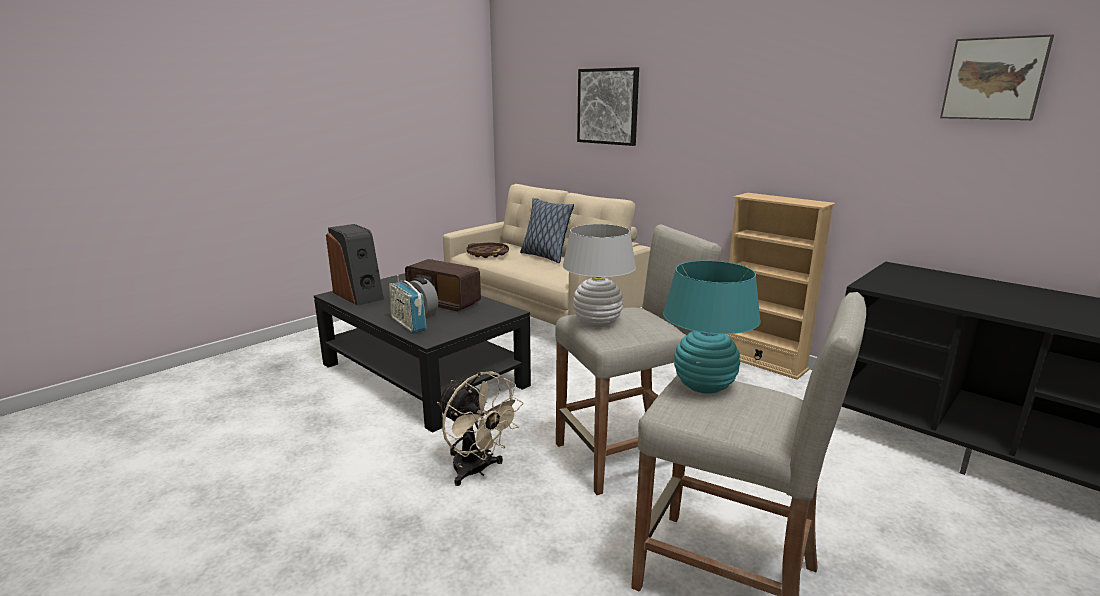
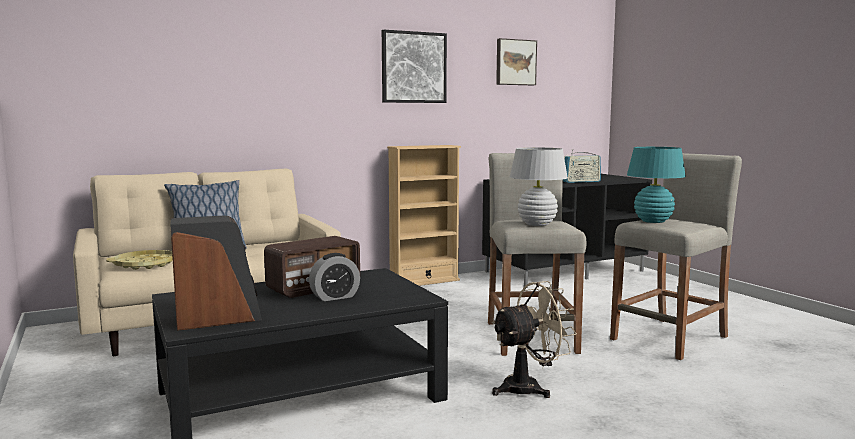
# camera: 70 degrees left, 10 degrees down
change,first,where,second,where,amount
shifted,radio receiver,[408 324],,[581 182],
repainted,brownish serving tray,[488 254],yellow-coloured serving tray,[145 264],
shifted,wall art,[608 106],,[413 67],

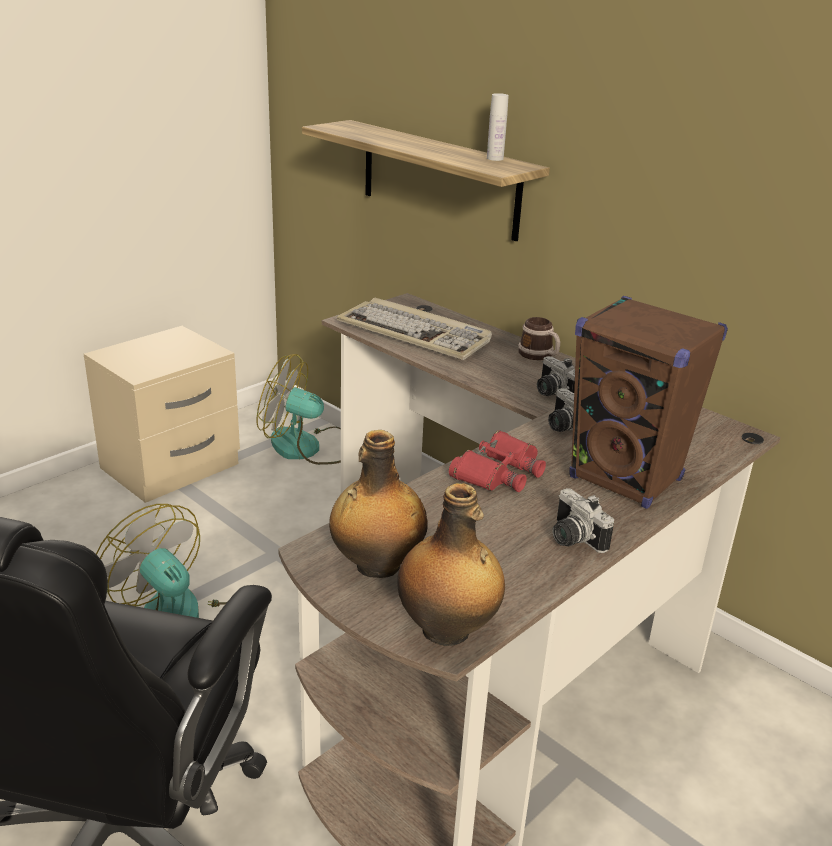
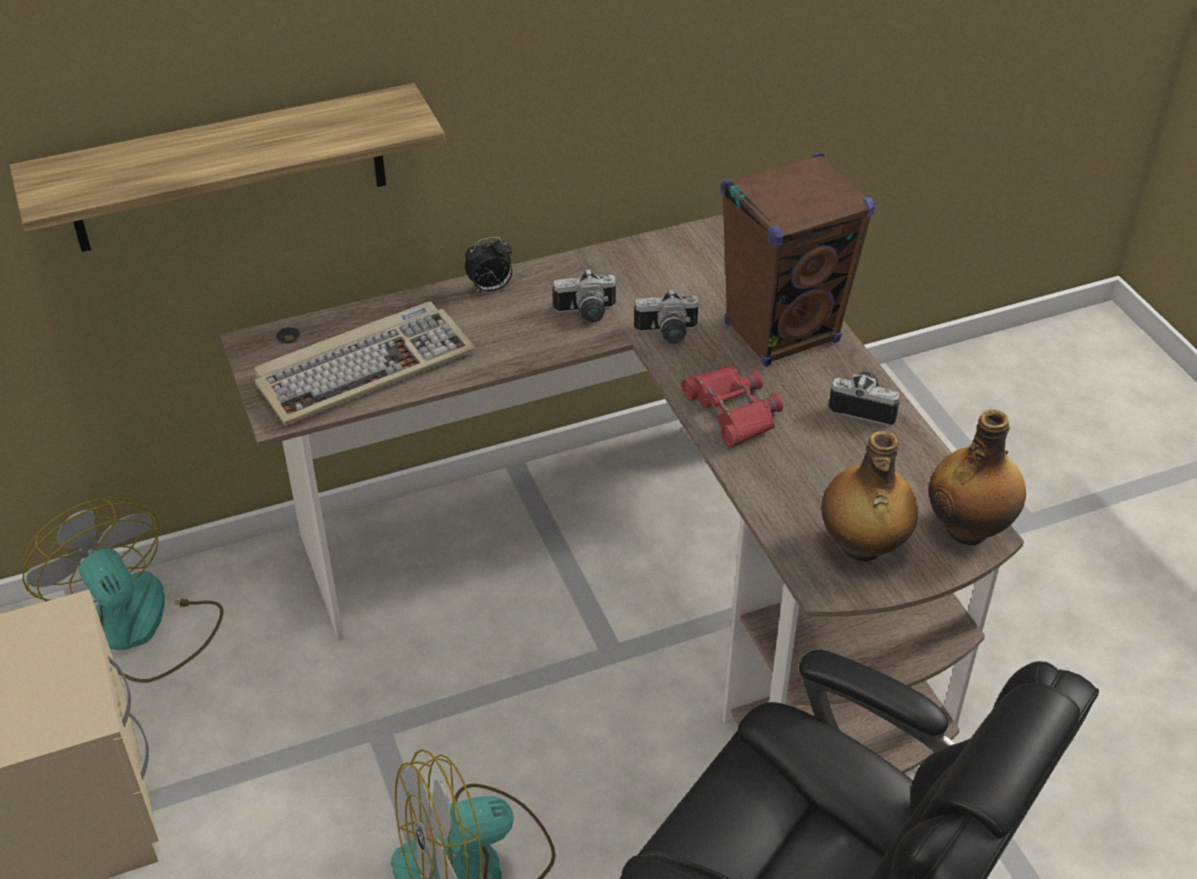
# camera: 65 degrees left, 15 degrees up
change,first,where,second,where,amount
rotated,electric fan,[307 447],,[140 628],105 degrees clockwise
gone,white-coloured drink bottle,[495 158],,,
swapped,mug,[539 355],table clock,[490 288],
rotated,photo camera,[572 538],,[865 406],150 degrees counterclockwise

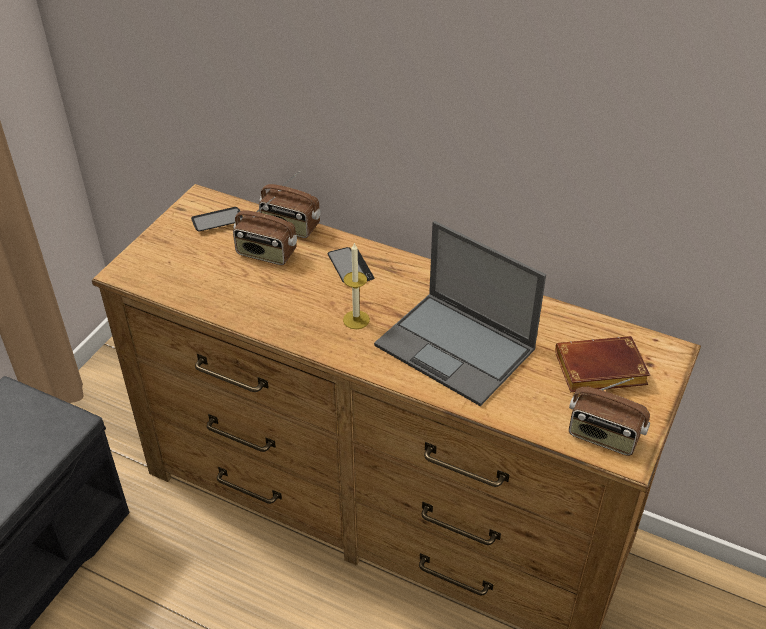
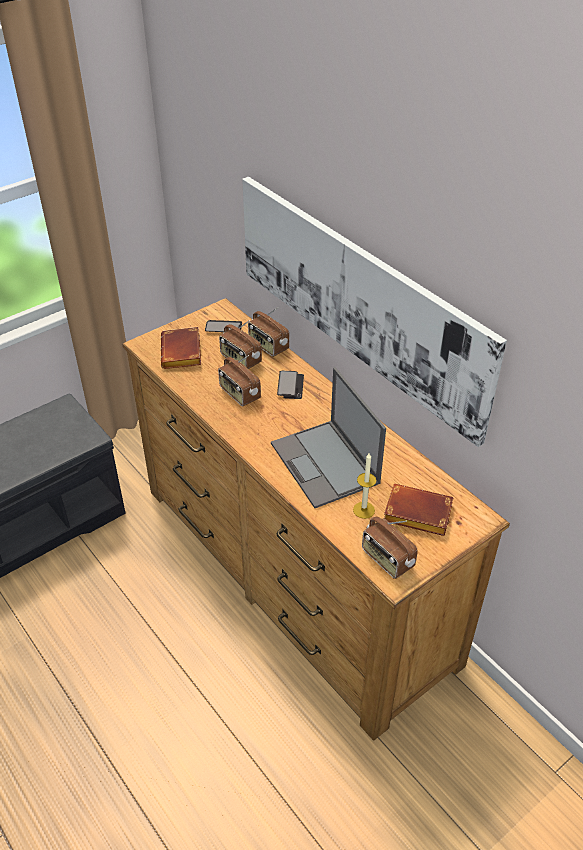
# camera: 25 degrees right, 0 degrees up
change,first,where,second,where,amount
shifted,wax candle,[356 320],,[363 510],
new,,,brownish bound book,[183 353],
new,,,radio receiver,[239 394],
new,,,wall art,[358 300],

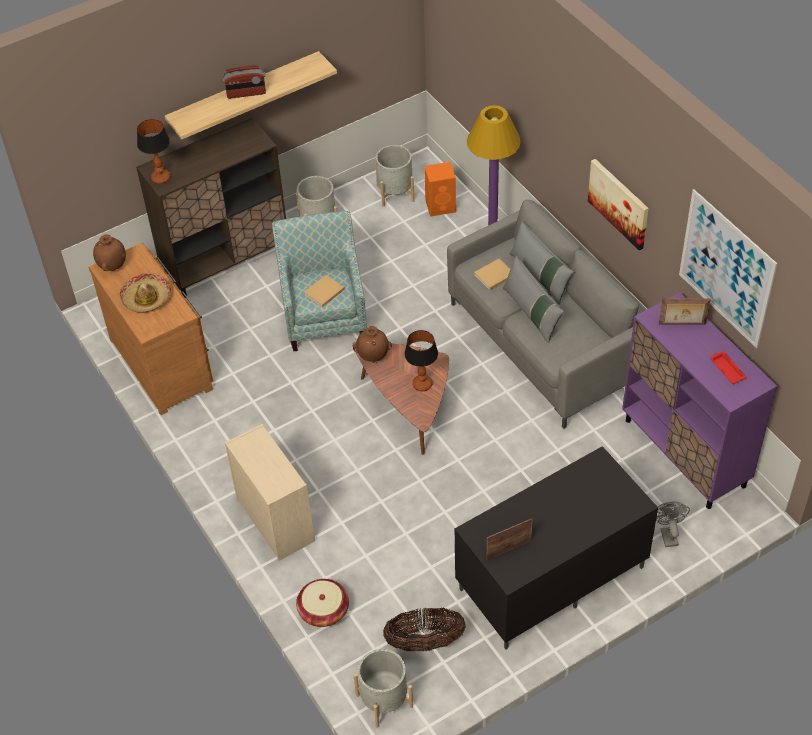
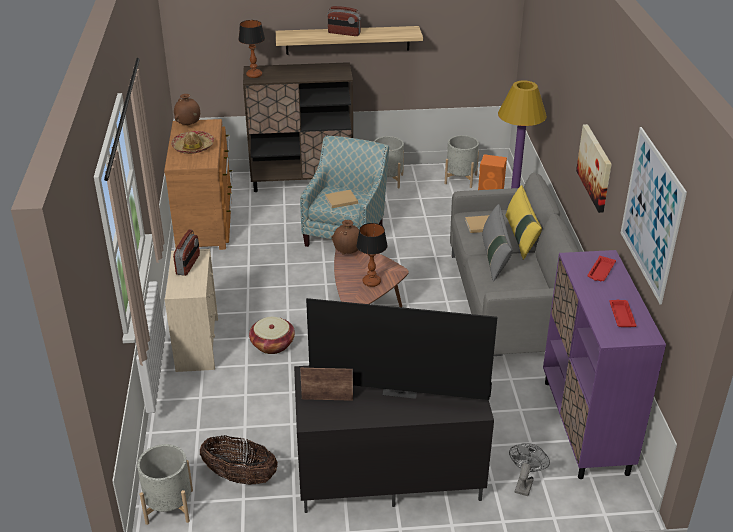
# camera: 25 degrees right, 15 degrees down
change,first,where,second,where,amount
shifted,storage basket,[323 610],,[272 344],
repainted,greyish pillow,[540 276],yellow-coloured pillow,[521 237],
swapped,picture frame,[682 324],red serving tray,[600 271],
new,,,radio receiver,[188 264],
new,,,TV set,[401 389],

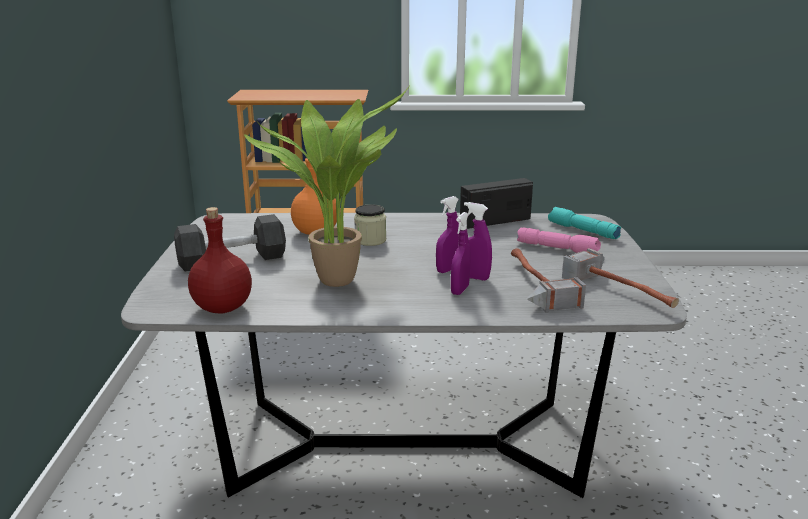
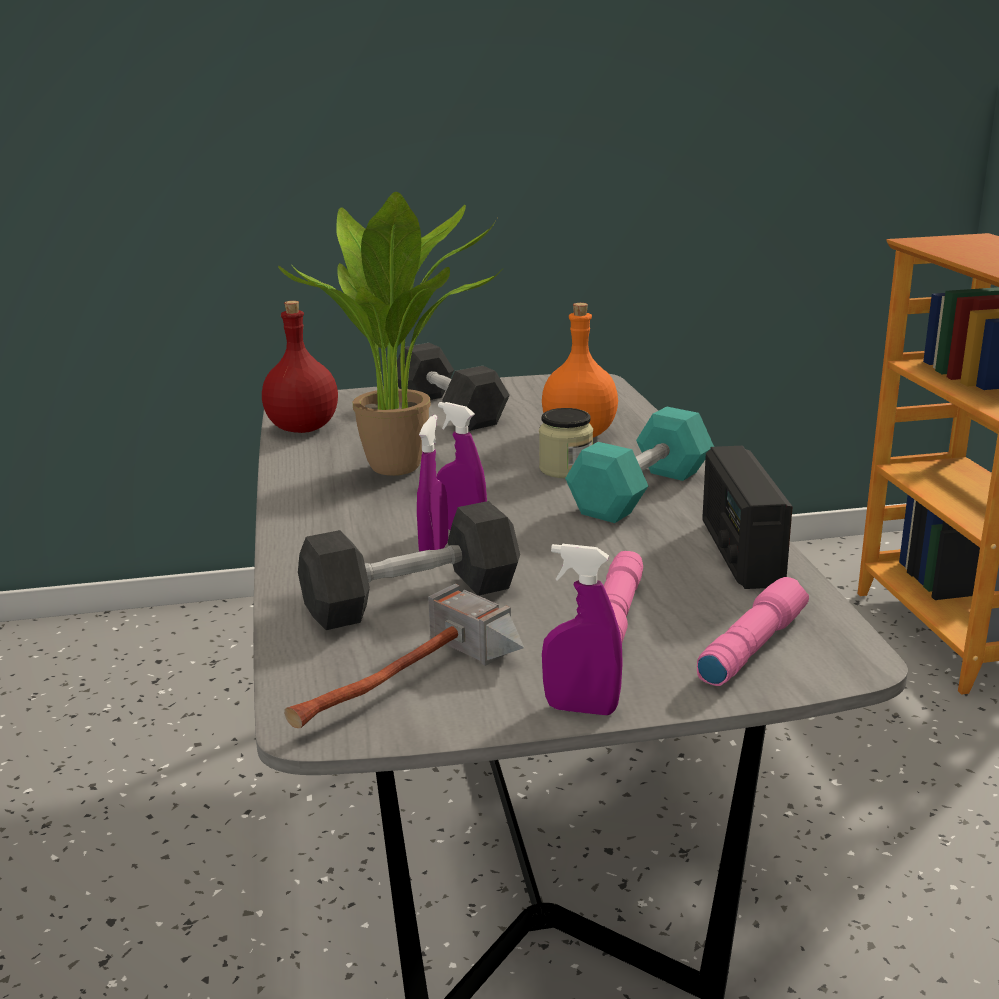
# camera: 80 degrees right, 0 degrees up
change,first,where,second,where,amount
shifted,purple spray bottle,[460 290],,[581 709],
rotated,radio receiver,[495 221],,[739 553],150 degrees counterclockwise
swapped,tool hammer,[531 285],greyish dumbbell,[412 599],
repainted,turquoise flashlight,[582 231],pinkish flashlight,[751 646],
new,,,turquoise dumbbell,[641 492],

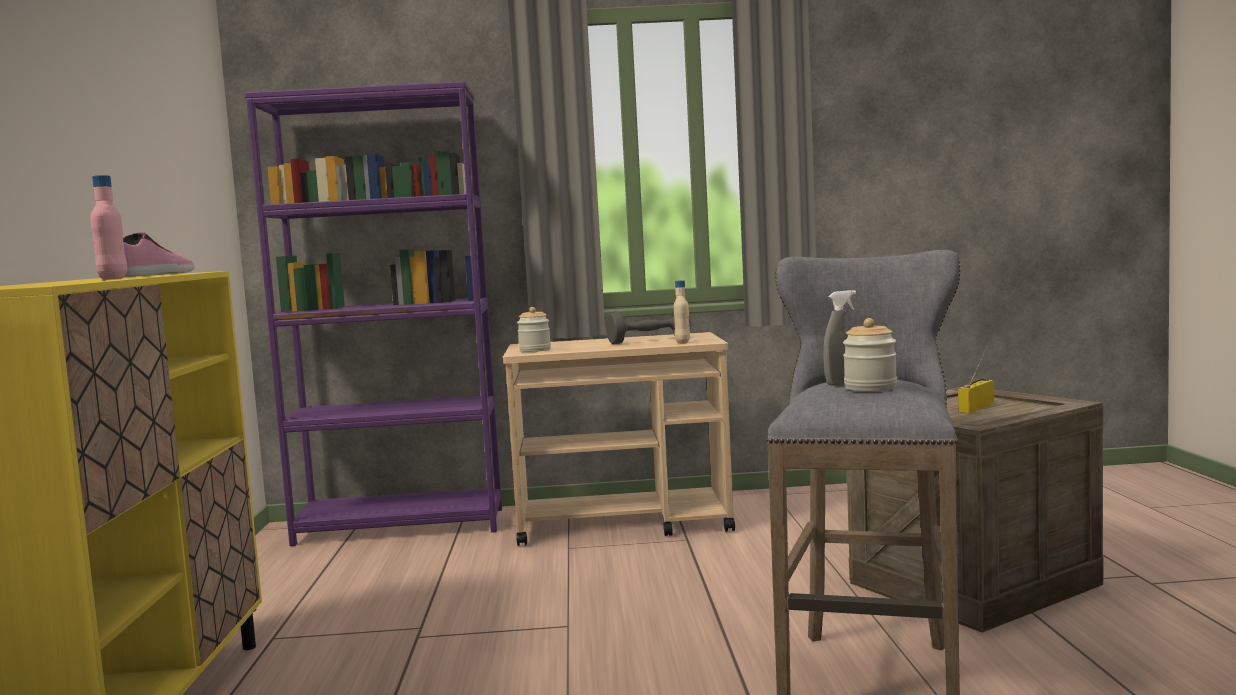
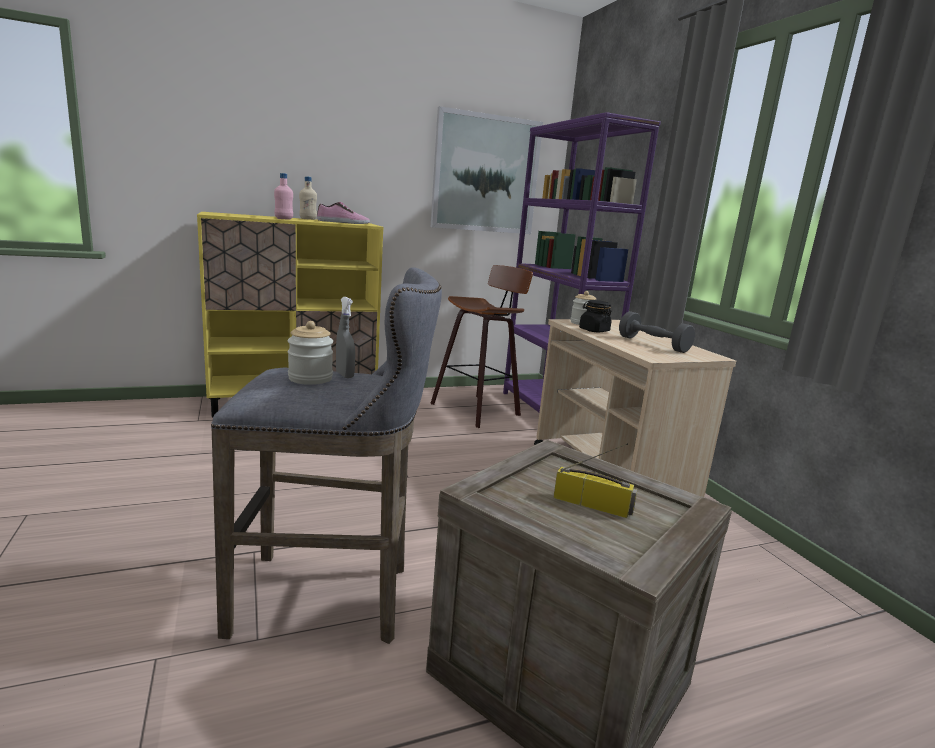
# camera: 70 degrees right, 10 degrees up
change,first,where,second,where,amount
shifted,beige drink bottle,[682 342],,[308 219],
new,,,stool,[478 409],
new,,,wall art,[486 174],
new,,,black storage jar,[594 330],

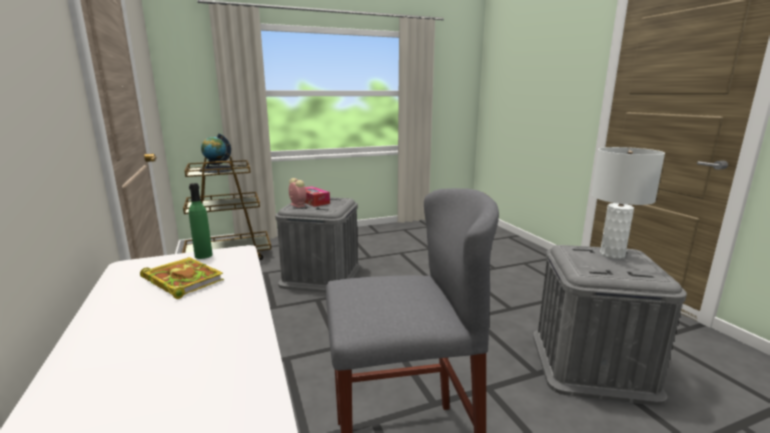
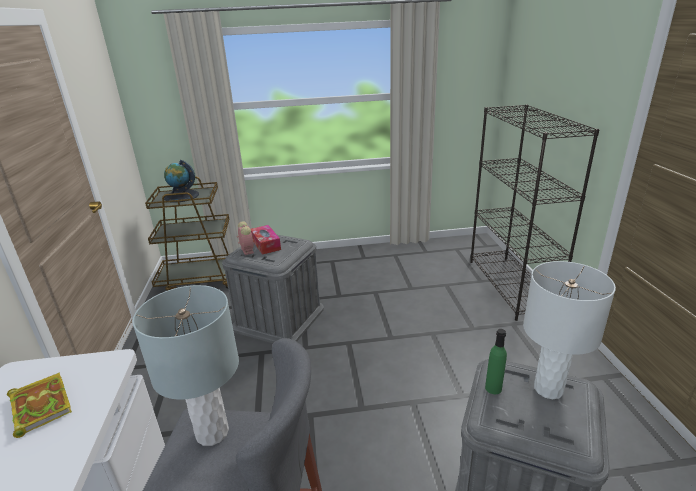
# camera: 15 degrees right, 10 degrees up
change,first,where,second,where,amount
shifted,green-coloured drink bottle,[203 255],,[493 388],
new,,,greyish lamp for a table,[213 432],
new,,,black shelving unit,[511 286],

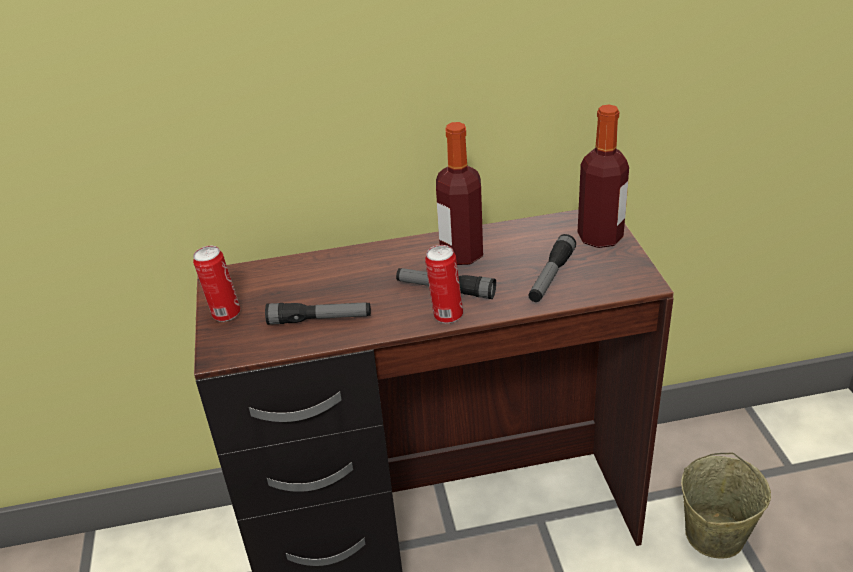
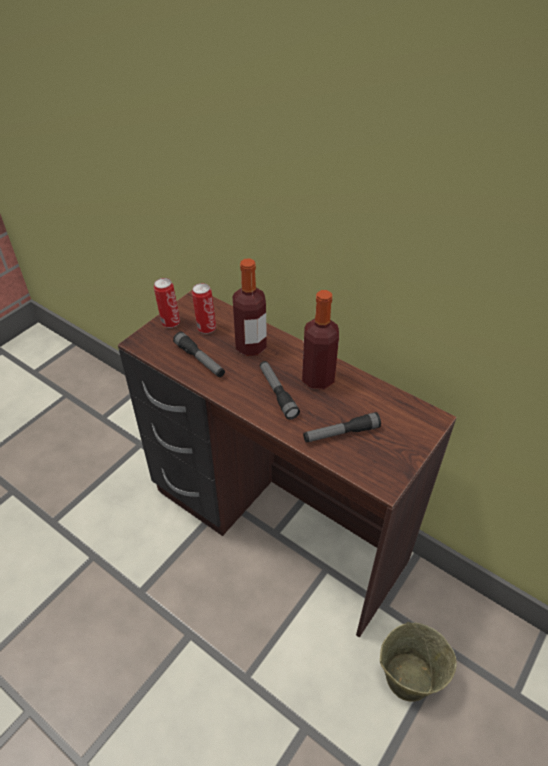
# camera: 45 degrees right, 10 degrees up
change,first,where,second,where,amount
shifted,can,[446 315],,[206 327],
shifted,drink bottle,[600 237],,[250 346],

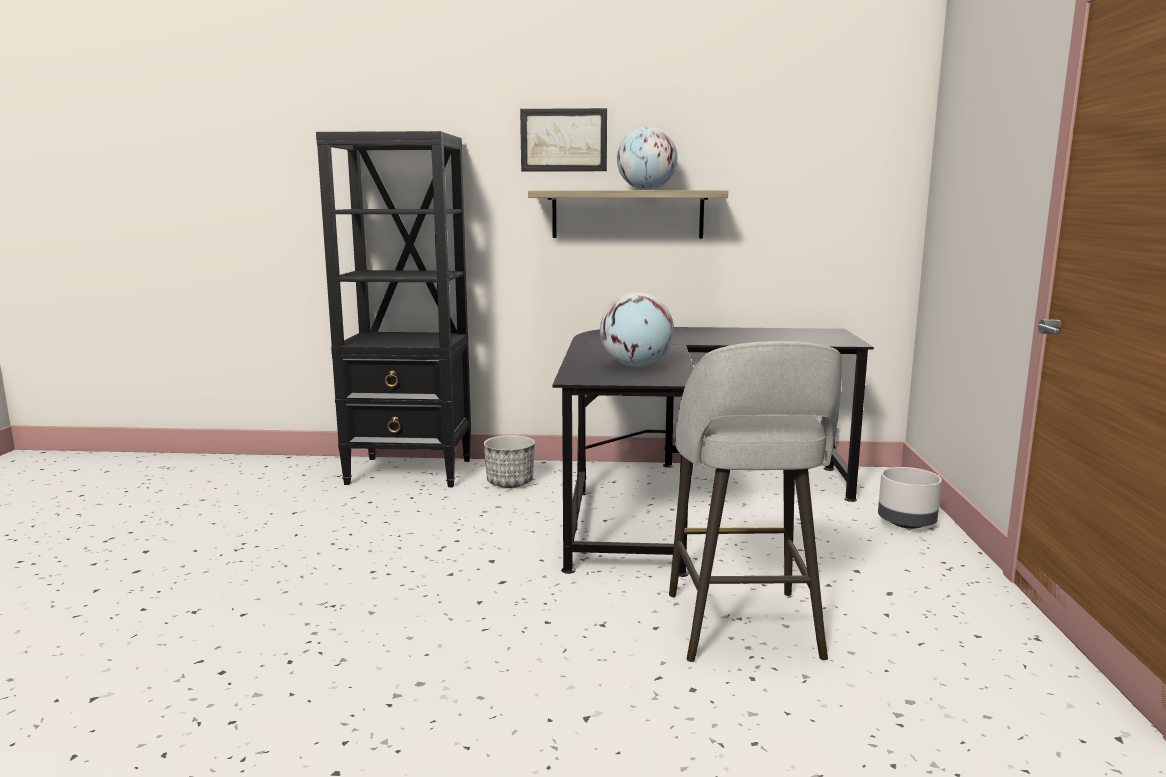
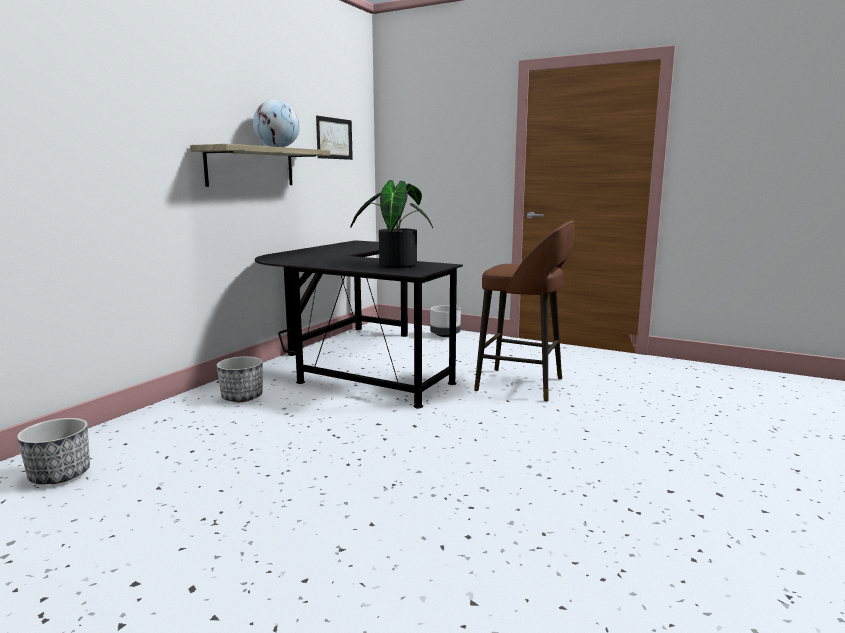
# camera: 65 degrees left, 0 degrees up
change,first,where,second,where,amount
gone,black shelving unit,[411 472],,,
shifted,wall art,[563 140],,[334 138],
swapped,world globe,[636 366],houseplant,[395 265],
repainted,greyish stool,[743 628],brownish stool,[522 385],
new,,,flower pot,[60 475],

